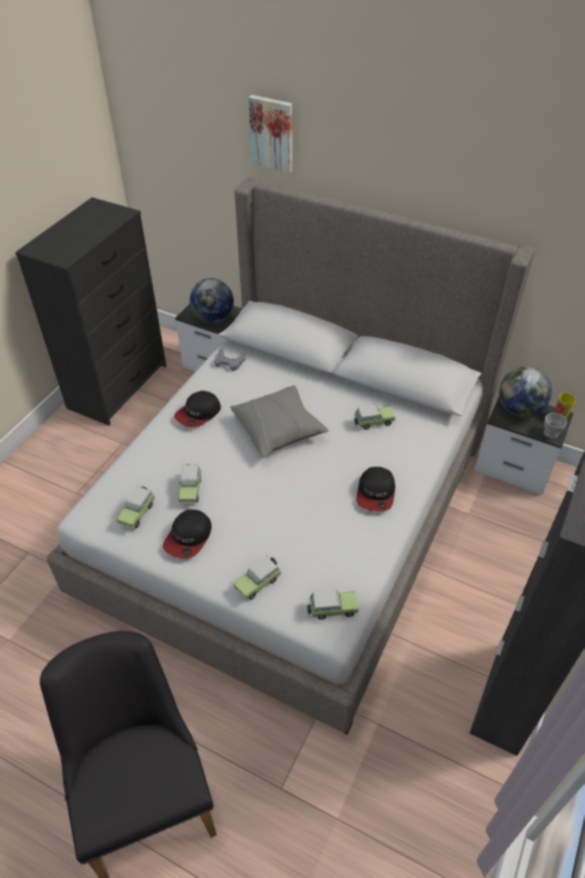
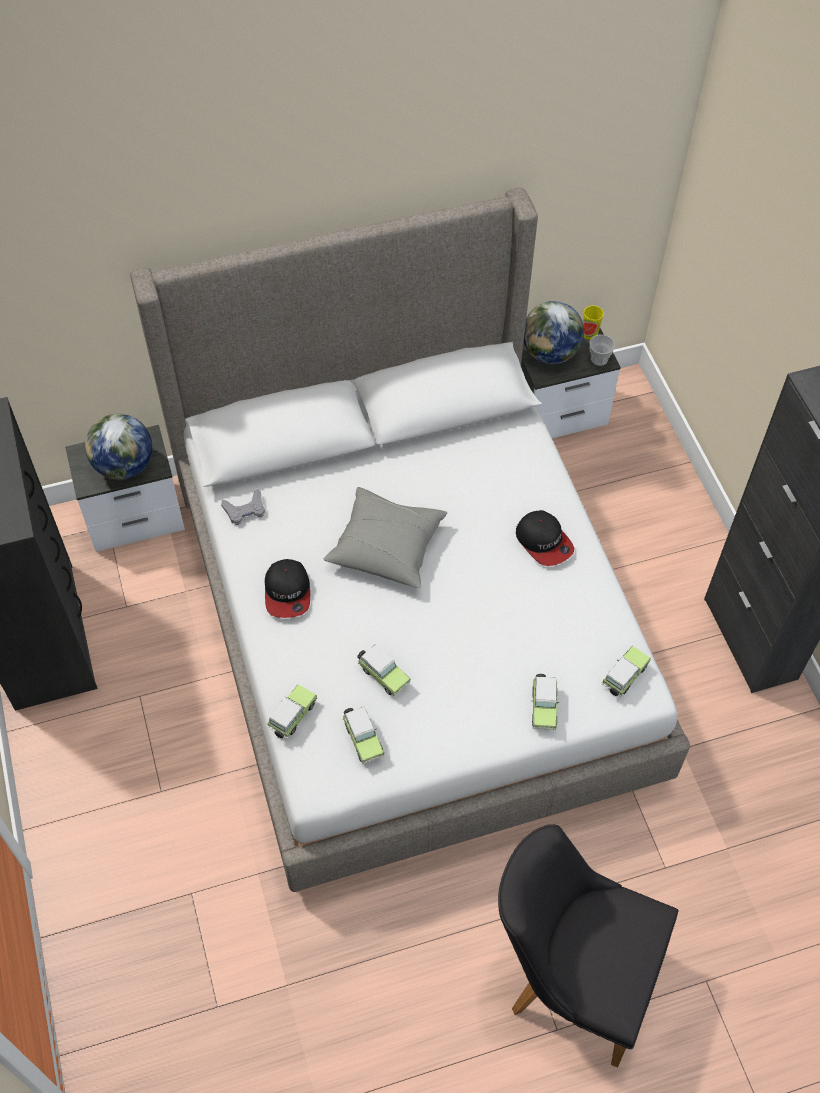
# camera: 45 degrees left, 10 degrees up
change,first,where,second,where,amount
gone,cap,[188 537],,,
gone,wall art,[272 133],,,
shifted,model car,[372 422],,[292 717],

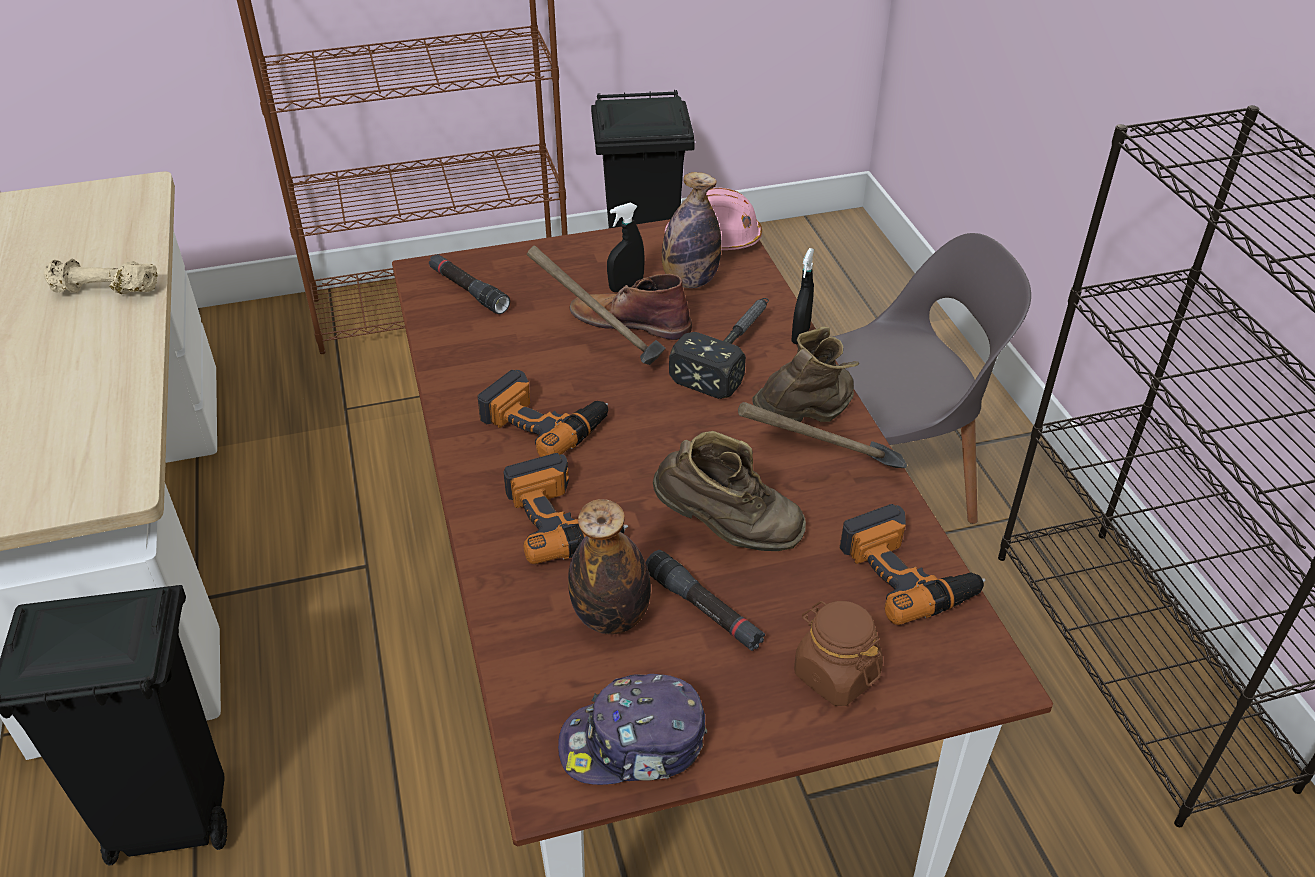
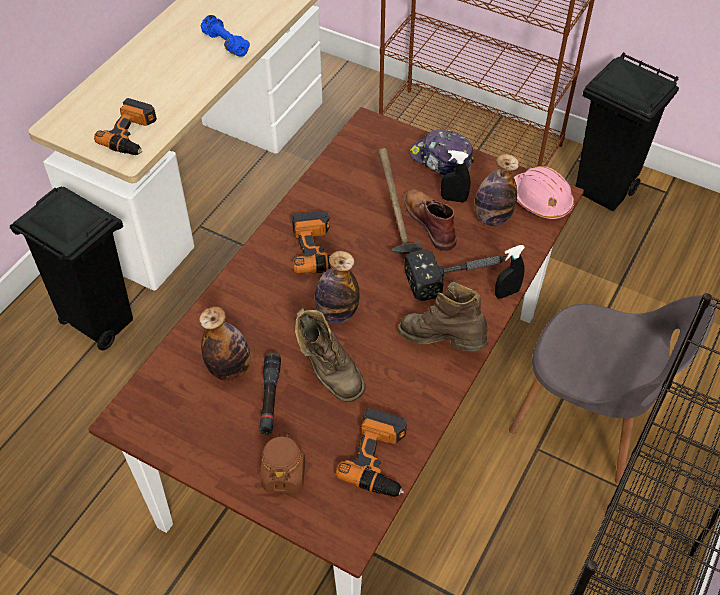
# camera: 45 degrees right, 10 degrees up
change,first,where,second,where,amount
repainted,beige dumbbell,[104 292],blue-coloured dumbbell,[225 44],
gone,black flashlight,[468 291],,,
shifted,drill,[563 518],,[132 134],
shifted,cap,[634 744],,[441 159],
gone,tool hammer,[824 479],,,
rotated,brownish high-top boot,[806 420],,[442 343],150 degrees counterclockwise
new,,,drink bottle,[337 313],

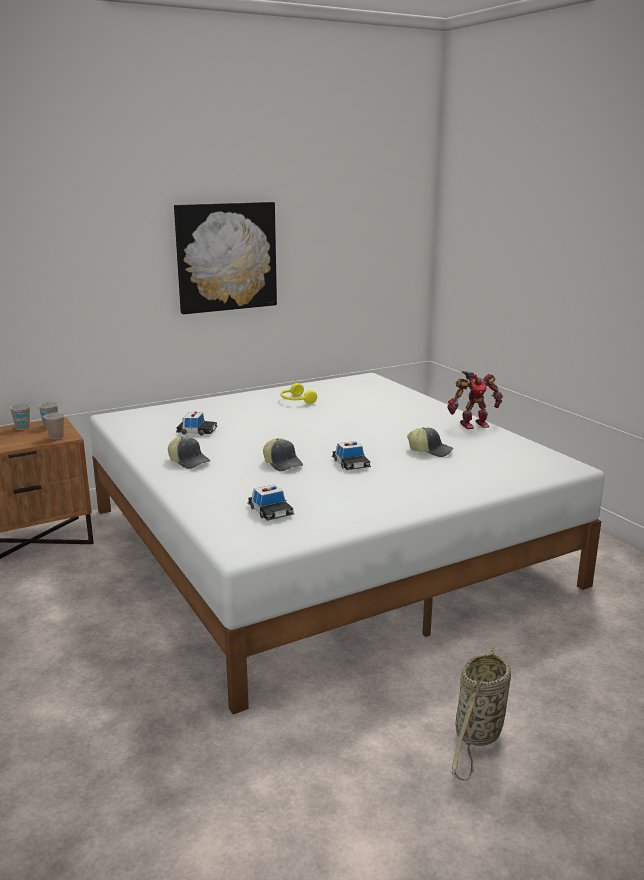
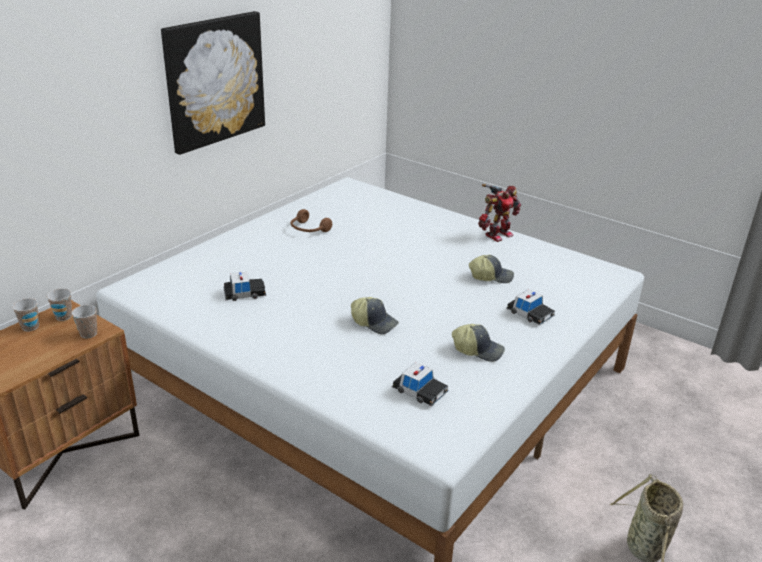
# camera: 25 degrees left, 10 degrees up
change,first,where,second,where,amount
shifted,cap,[189 461],,[478 350],
repainted,yellow-coloured headphones,[296 401],brownish headphones,[308 229],
shifted,model car,[351 463],,[530 313],

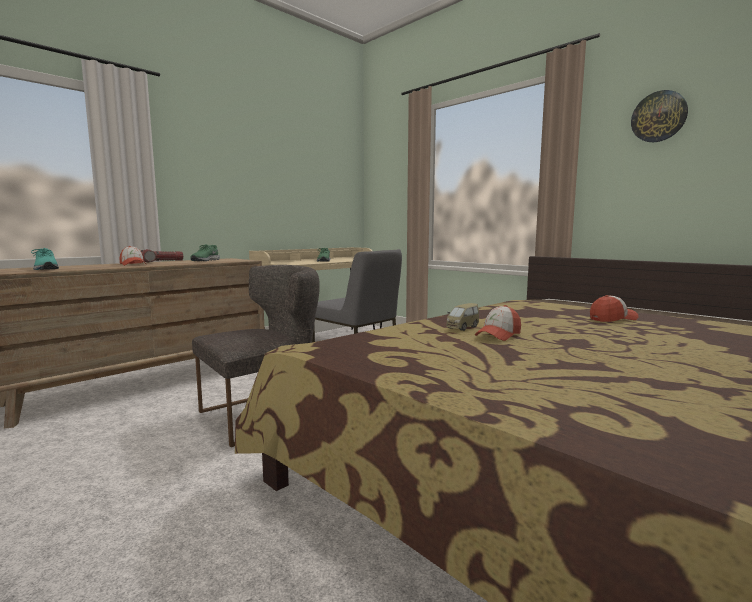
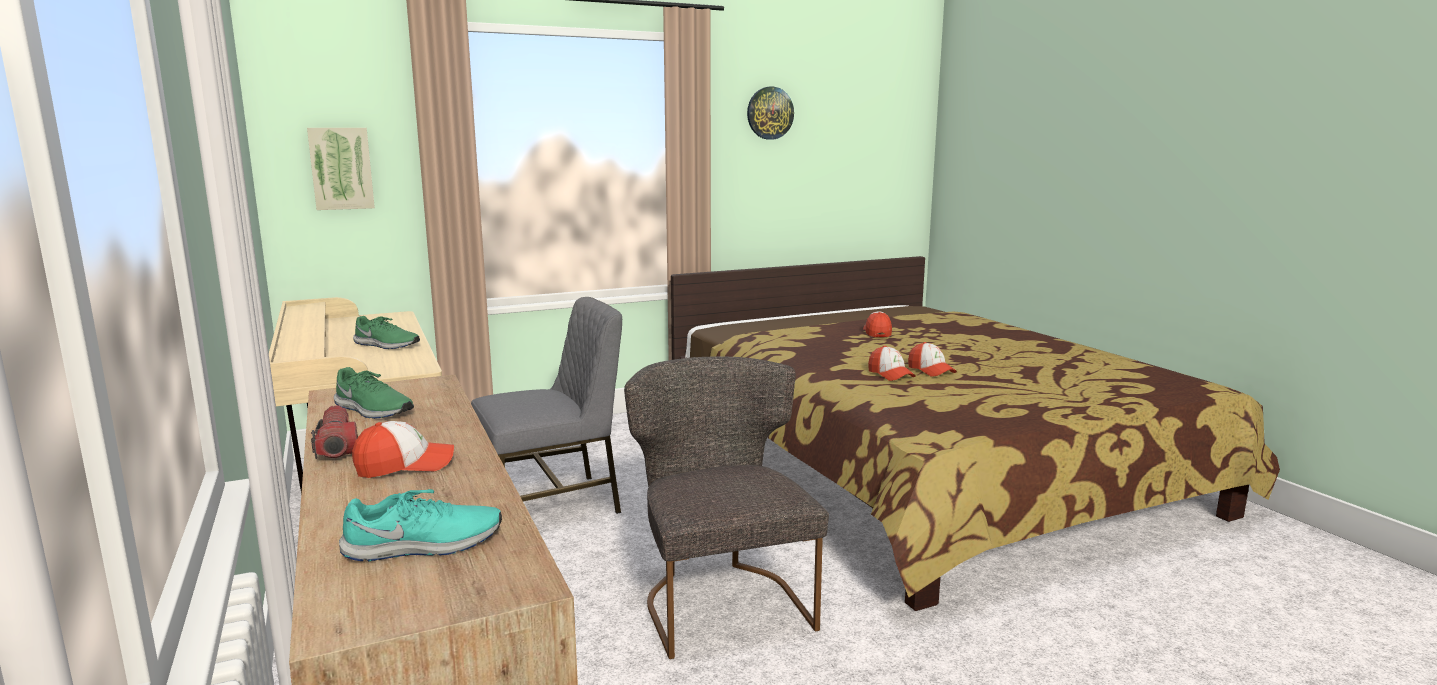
# camera: 70 degrees left, 5 degrees up
change,first,where,second,where,amount
swapped,model car,[462 327],cap,[890 375],
new,,,wall art,[341 168],

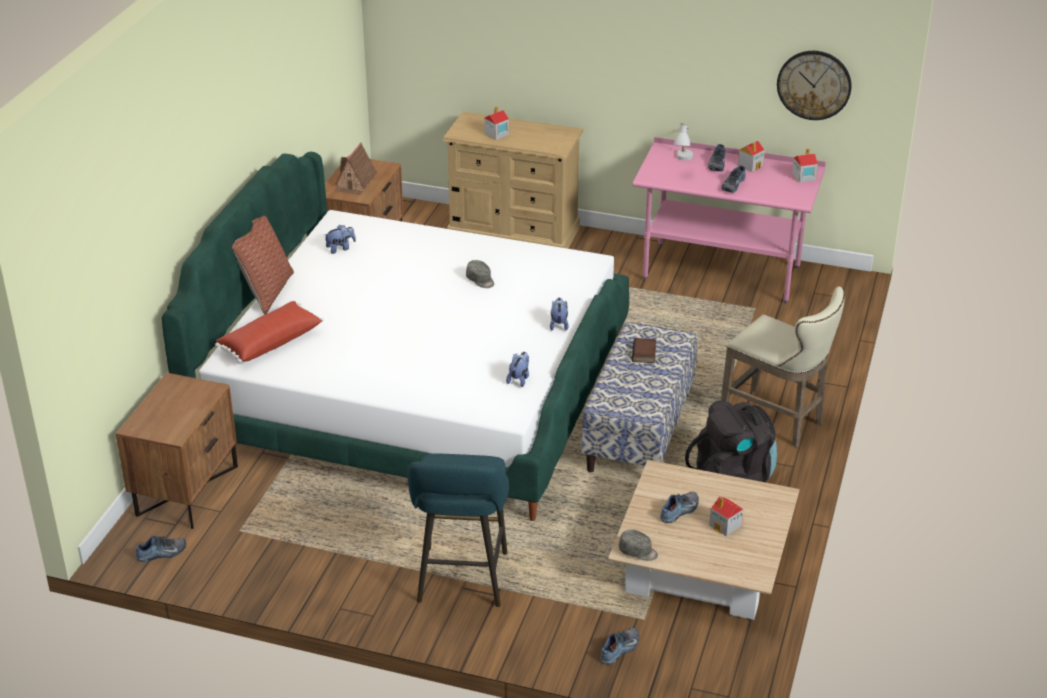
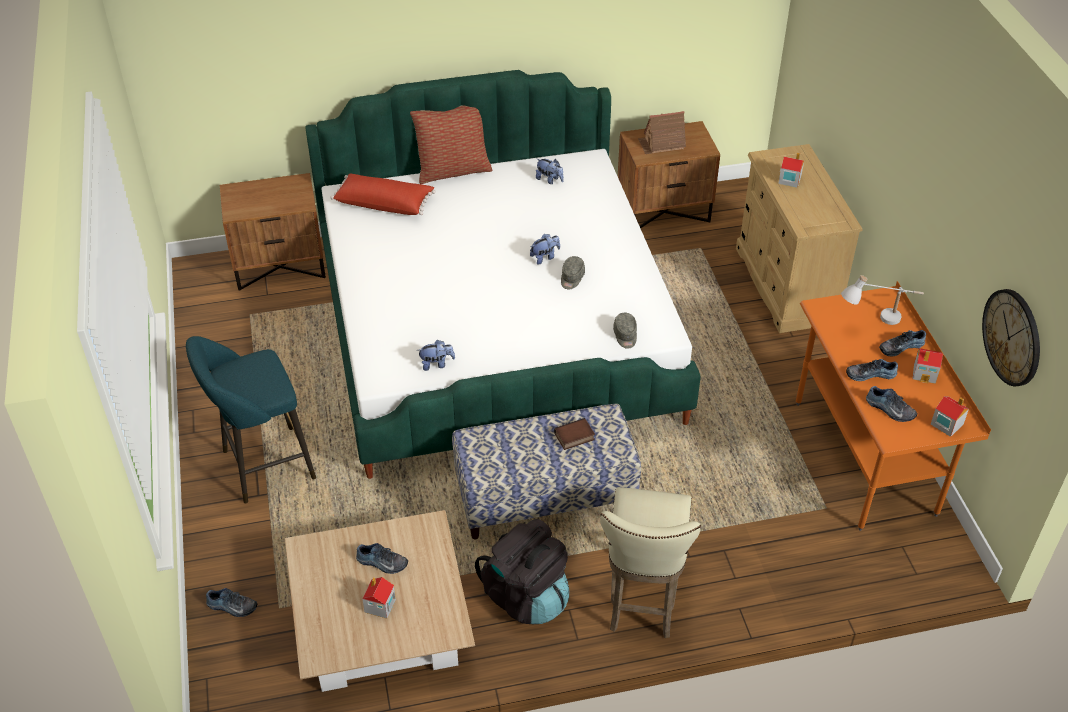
# camera: 60 degrees right, 10 degrees up
change,first,where,second,where,amount
shifted,shoe,[162 554],,[889 410],
shifted,plush toy,[559 324],,[545 257],
shifted,greyish cap,[638 552],,[625 335],
repainted,pinkish desk,[721 273],orange-coloured desk,[865 457],

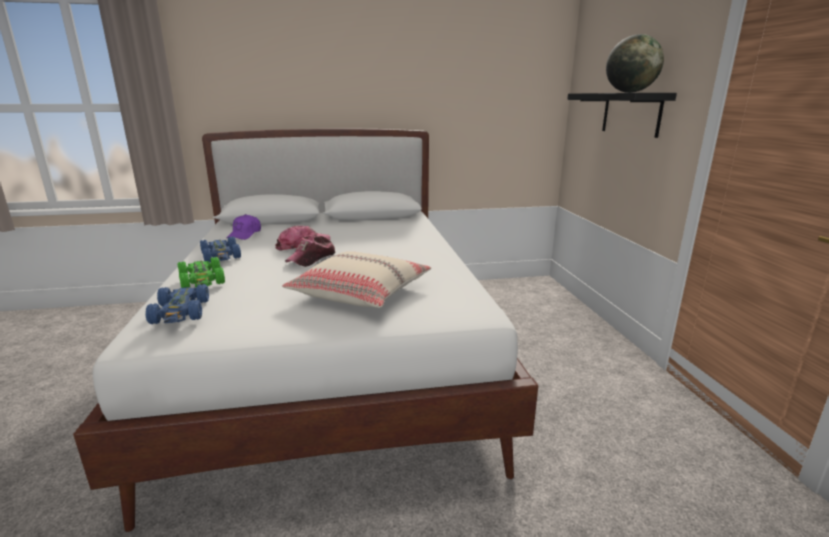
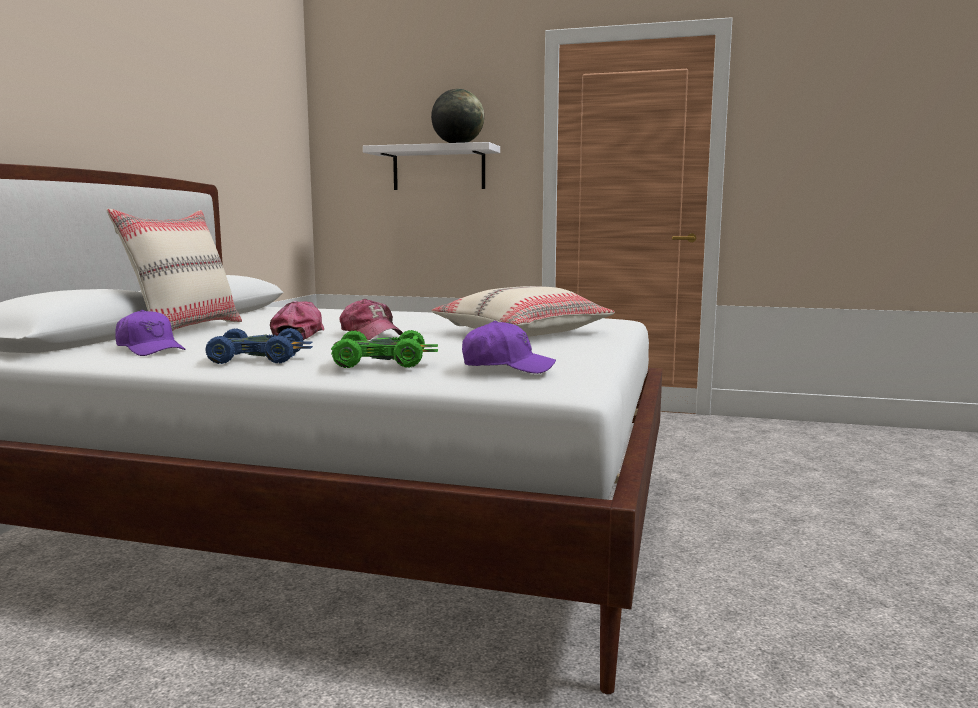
# camera: 65 degrees left, 10 degrees down
change,first,where,second,where,amount
swapped,blue-coloured model car,[181 312],purple cap,[507 367],
repainted,black shelf,[631 113],white-coloured shelf,[438 168],
new,,,beige pillow,[185 329],

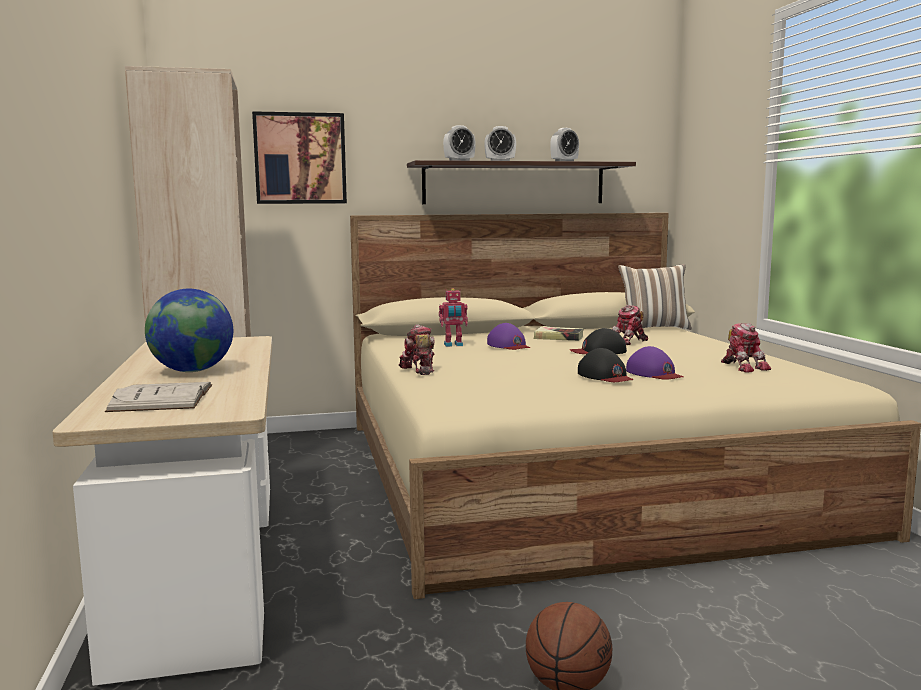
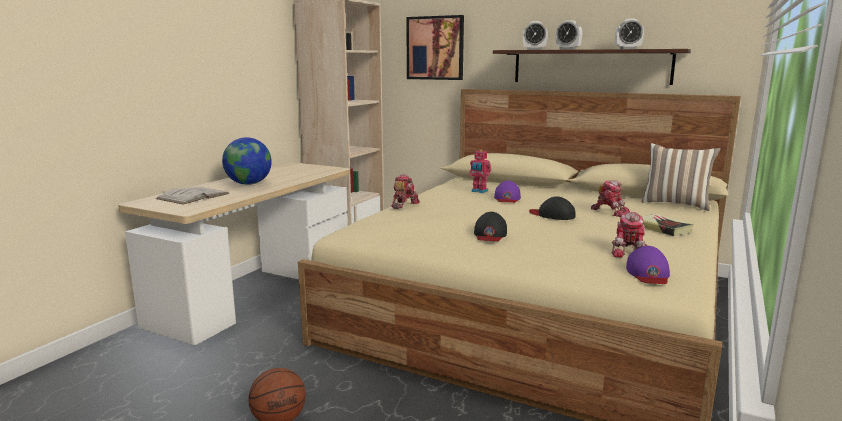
# camera: 40 degrees right, 5 degrees up
change,first,where,second,where,amount
shifted,bound book,[558 338],,[663 228],
rotated,toy robot,[628 342],,[610 212],150 degrees counterclockwise
shifted,purple cap,[654 373],,[648 273],

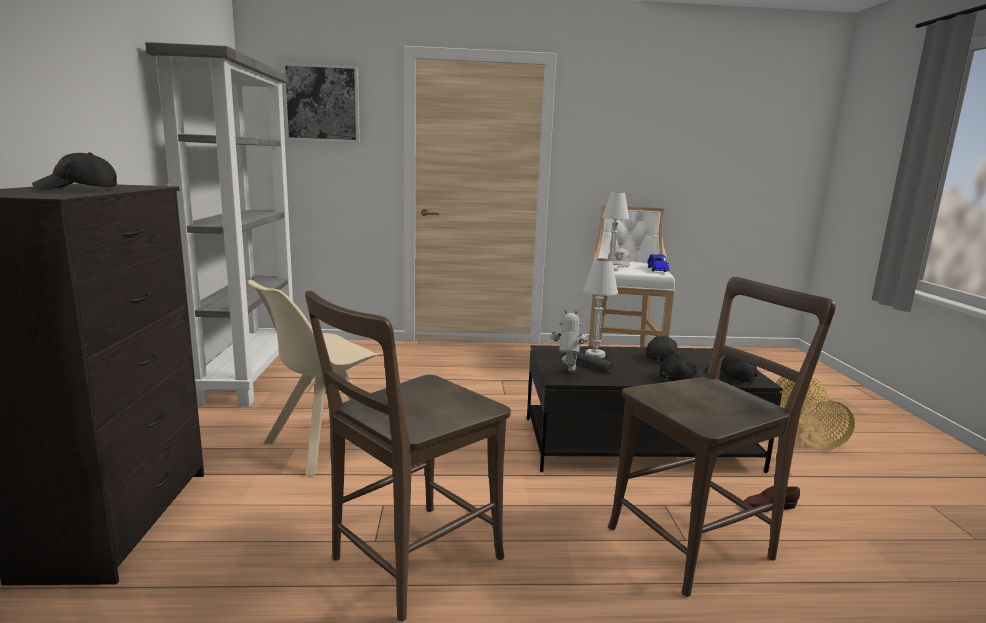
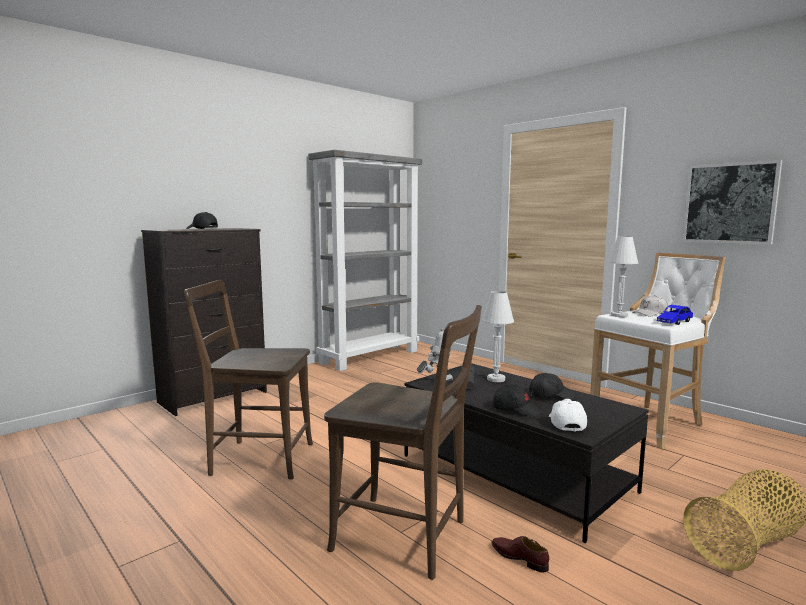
# camera: 50 degrees right, 5 degrees down
change,first,where,second,where,amount
gone,beige plain chair,[323 445],,,
shifted,wall art,[322 103],,[730 203],
repainted,black cap,[730 376],white-coloured cap,[566 423],

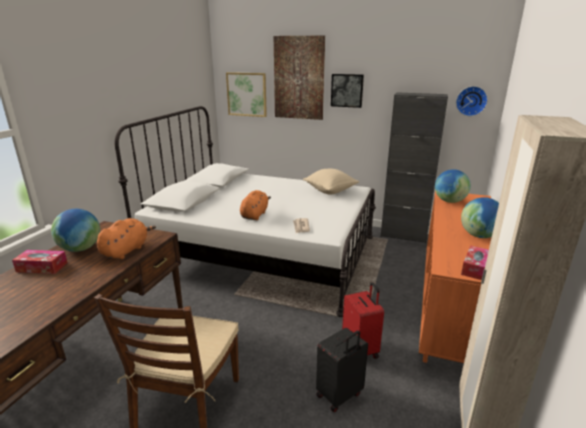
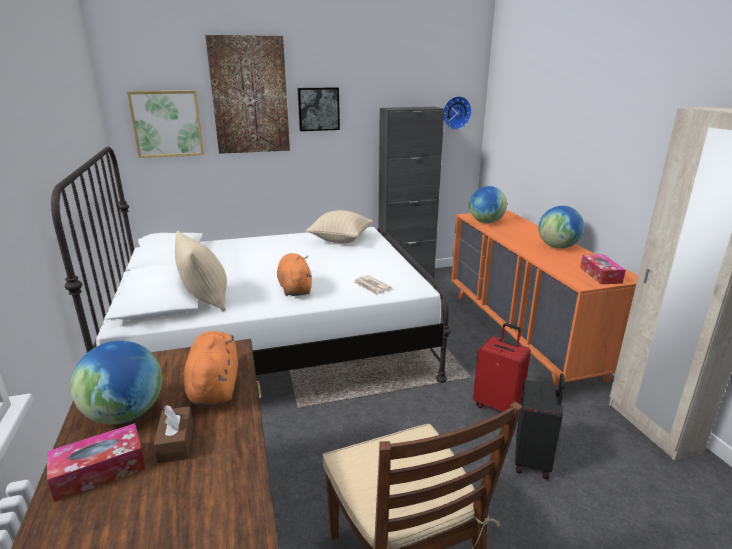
# camera: 35 degrees left, 0 degrees up
change,first,where,second,where,amount
new,,,brownish tissue box,[176 442],
new,,,beige pillow,[205 299],

